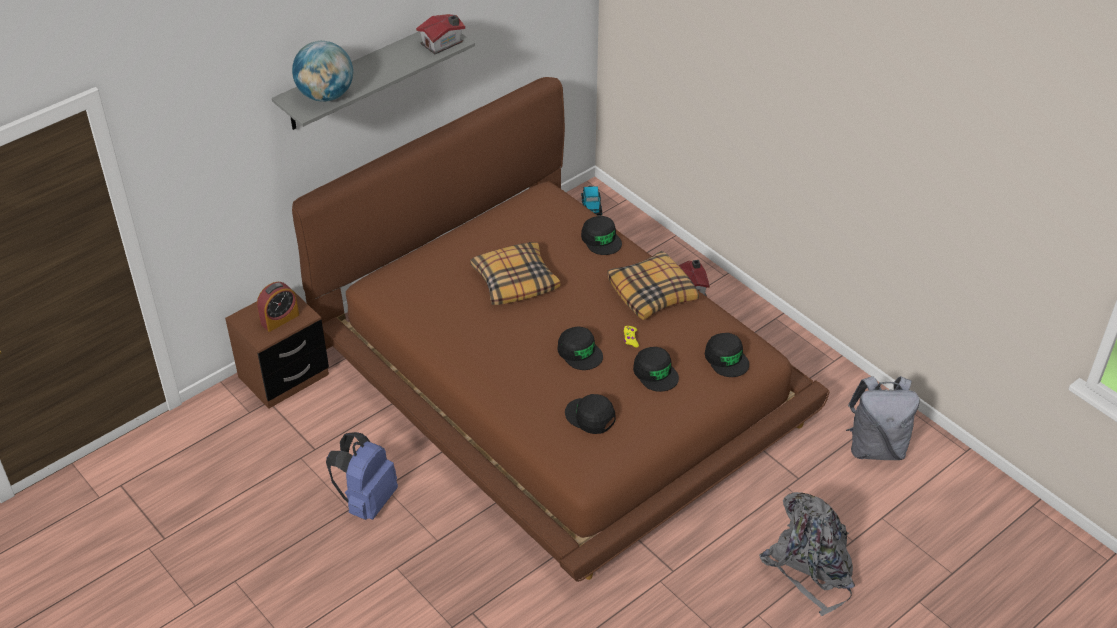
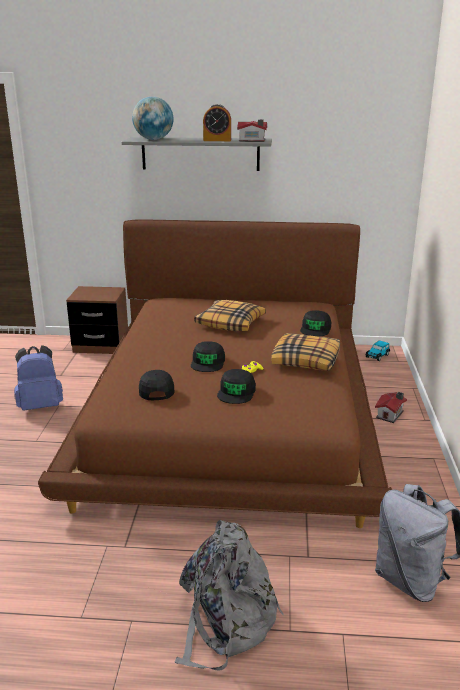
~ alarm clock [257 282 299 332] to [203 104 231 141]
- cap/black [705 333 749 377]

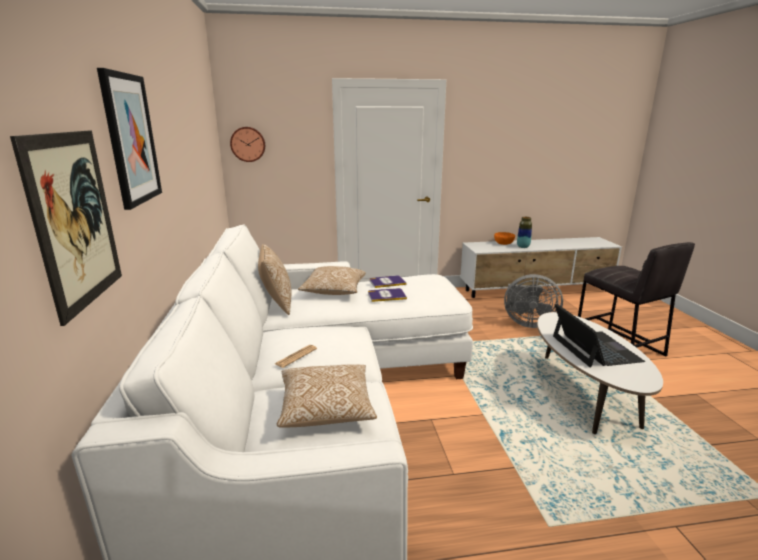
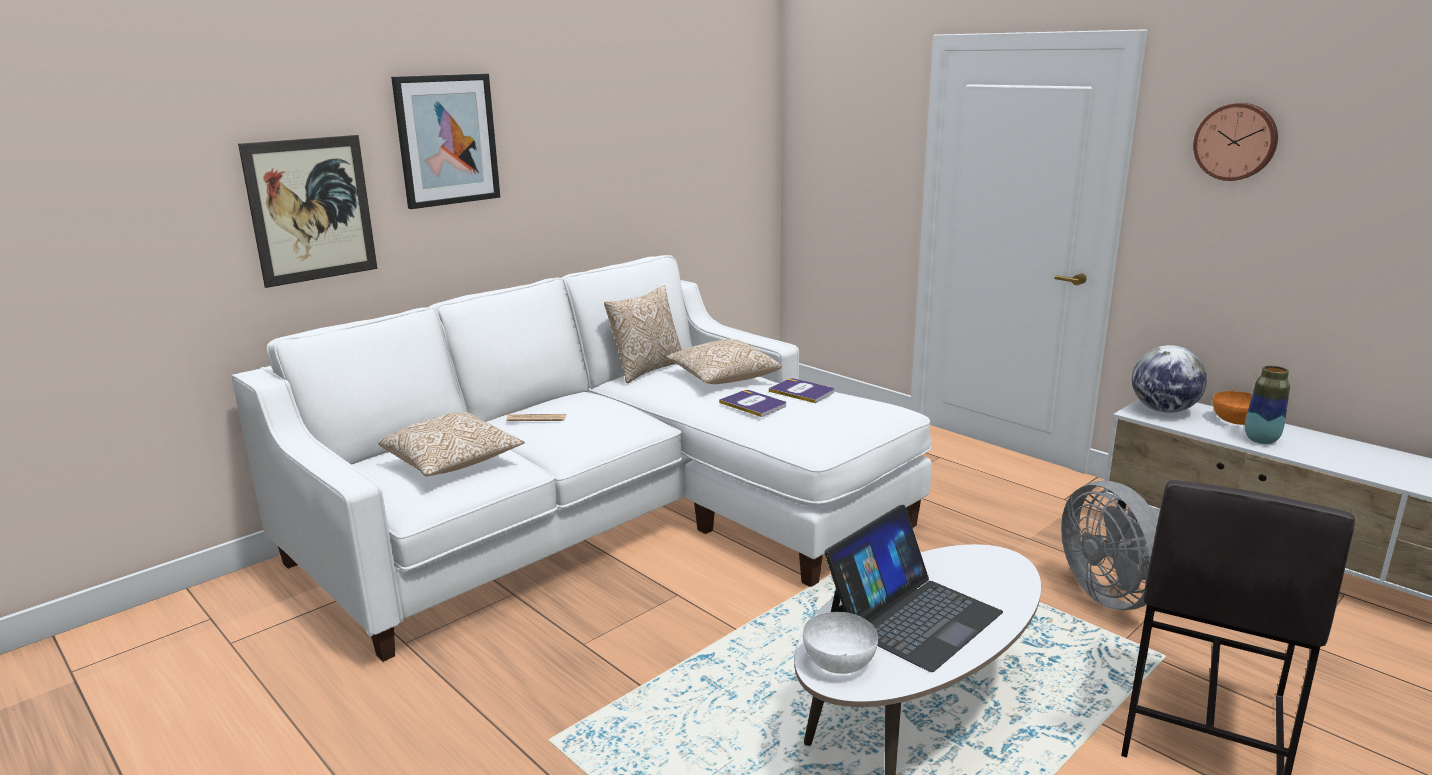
+ serving bowl/white [803 612 878 674]
+ globe [1132 345 1207 413]
~ hanging clock [230 127 265 162] to [1193 103 1278 181]

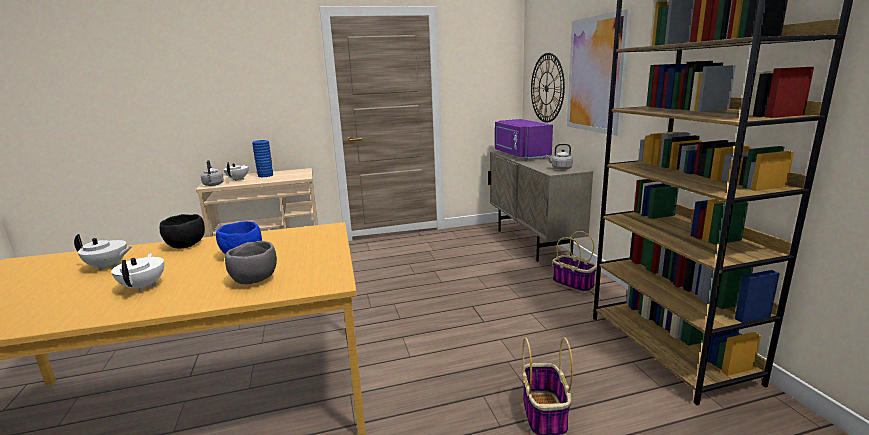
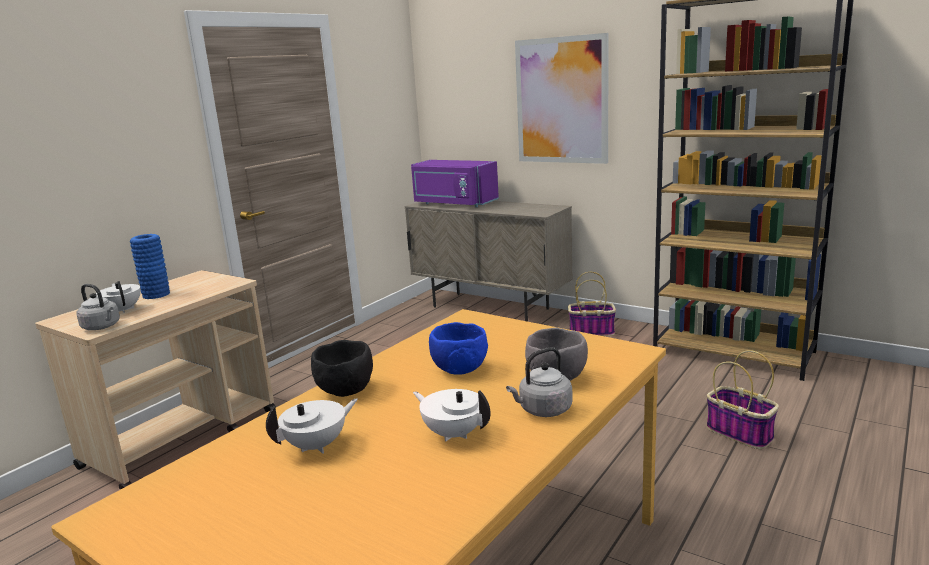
~ tea kettle/gray [546 144 573 170] to [506 347 573 417]
- hanging clock [531 53 565 123]

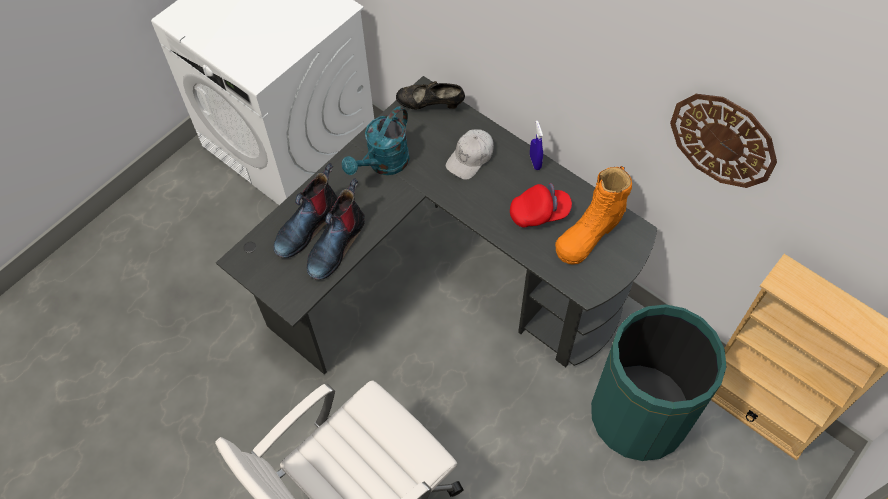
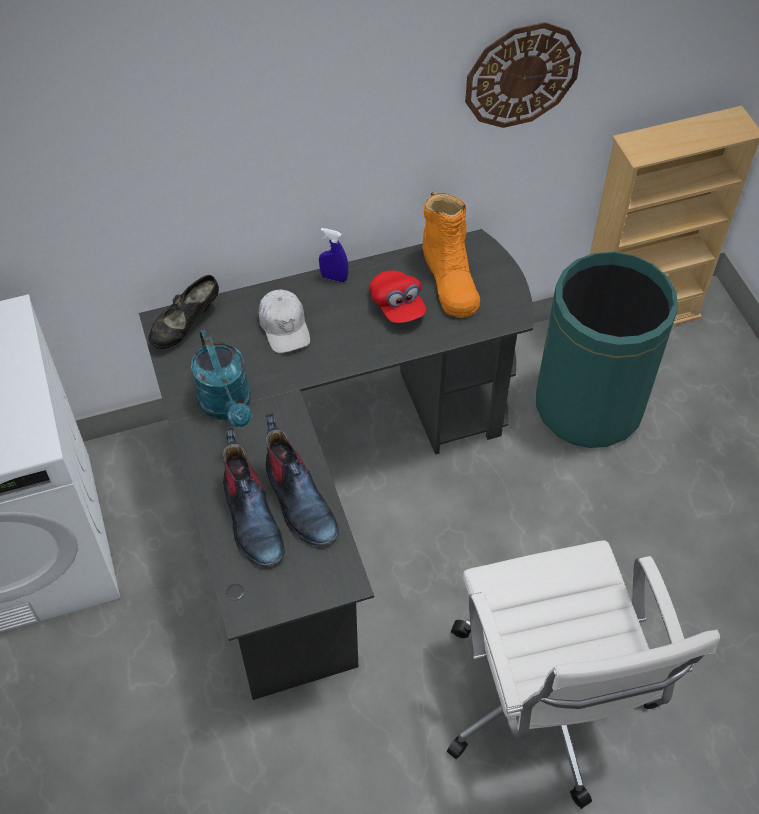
~ cap/red-coloured [510 183 572 228] = [369 270 427 323] 135 degrees clockwise

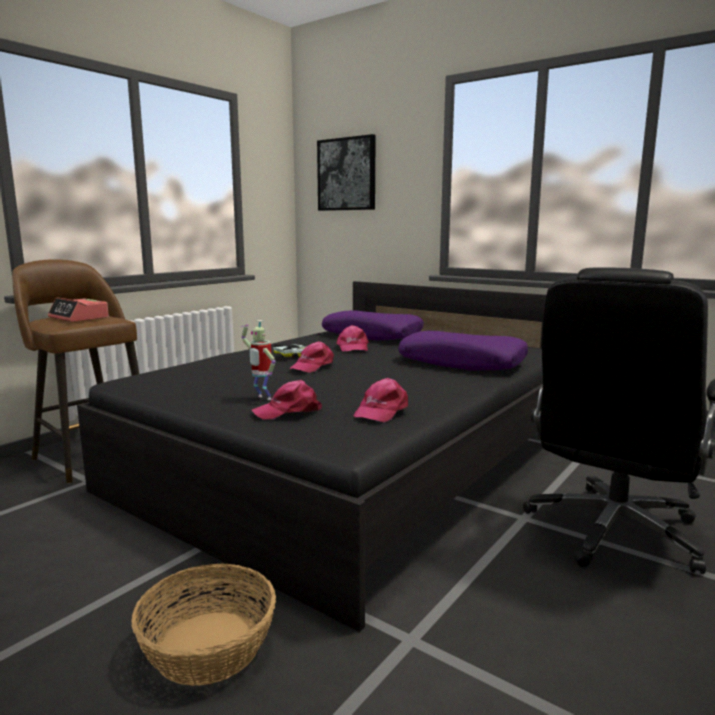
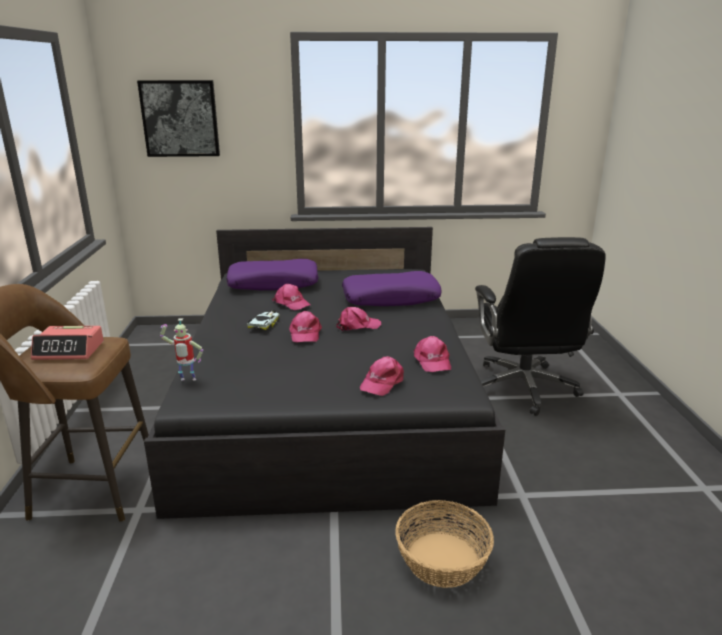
~ robot figure [241 320 276 400] to [160 319 203 381]
+ cap/pink-coloured [336 307 381 331]

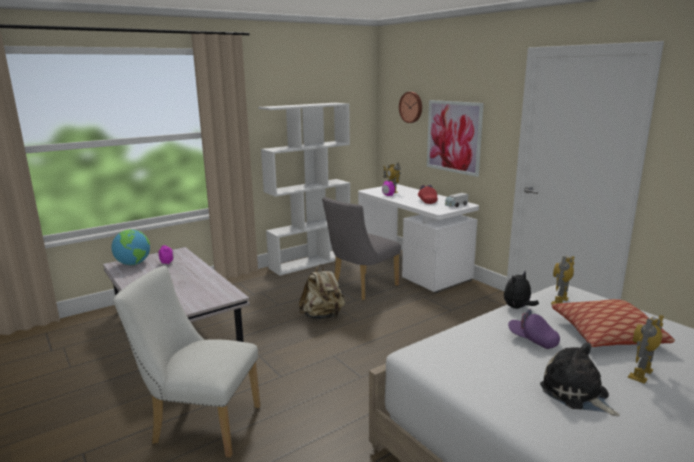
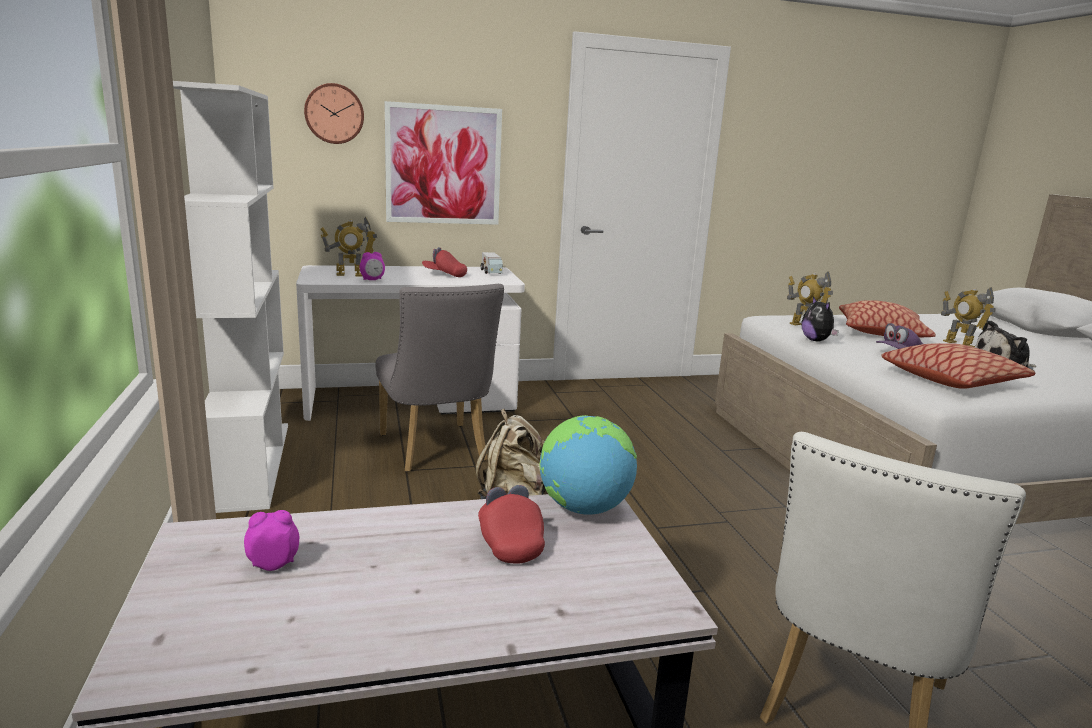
+ cap/red-coloured [478 485 545 564]
~ globe [111 229 150 265] to [539 415 637 515]
+ throw pillow [881 343 1035 389]

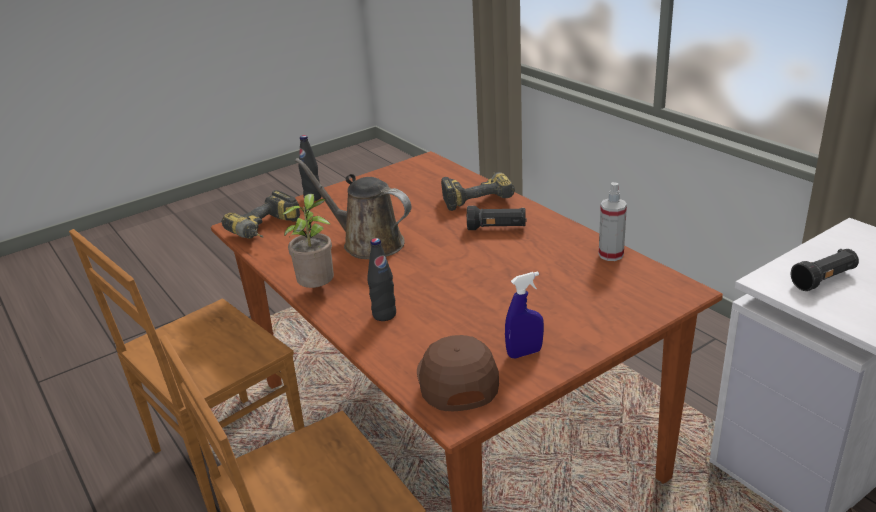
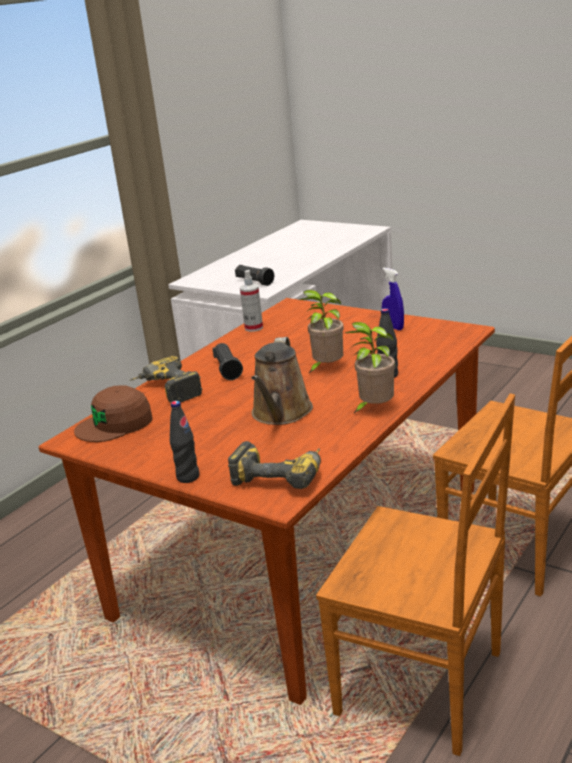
~ cap/brown-coloured [417 335 499 411] to [74 385 153 442]
+ houseplant [299 290 344 373]

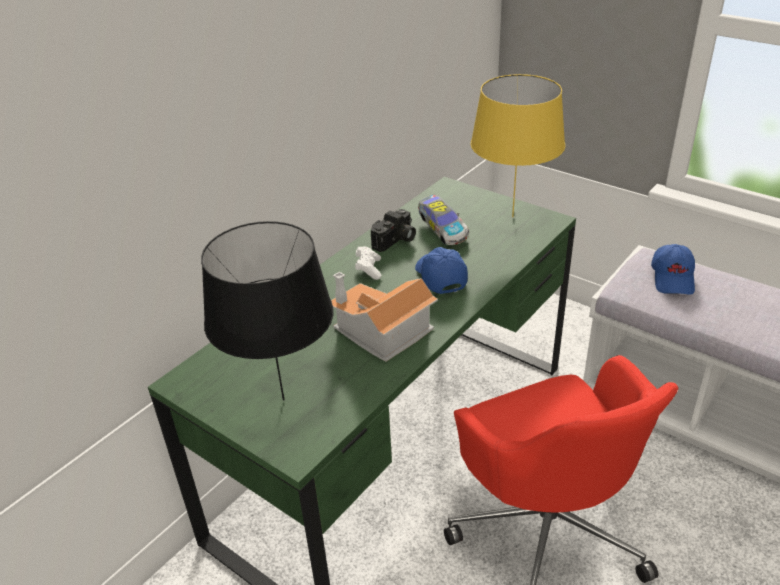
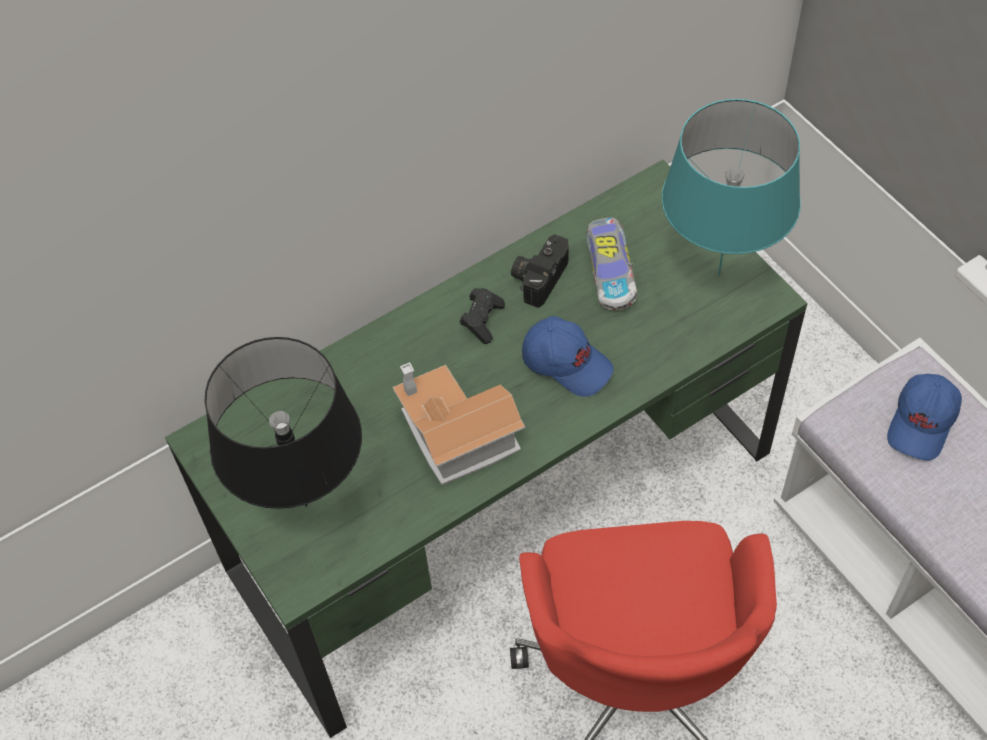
~ game controller/white [355 246 381 280] to game controller/black [460 288 505 344]
~ photo camera [371 209 416 252] = [511 234 569 308] 150 degrees clockwise
~ cap/blue-coloured [415 247 468 294] = [522 316 613 397] 120 degrees clockwise
~ tabletop lamp/yellowish [471 74 565 217] to tabletop lamp/turquoise-coloured [662 99 801 276]

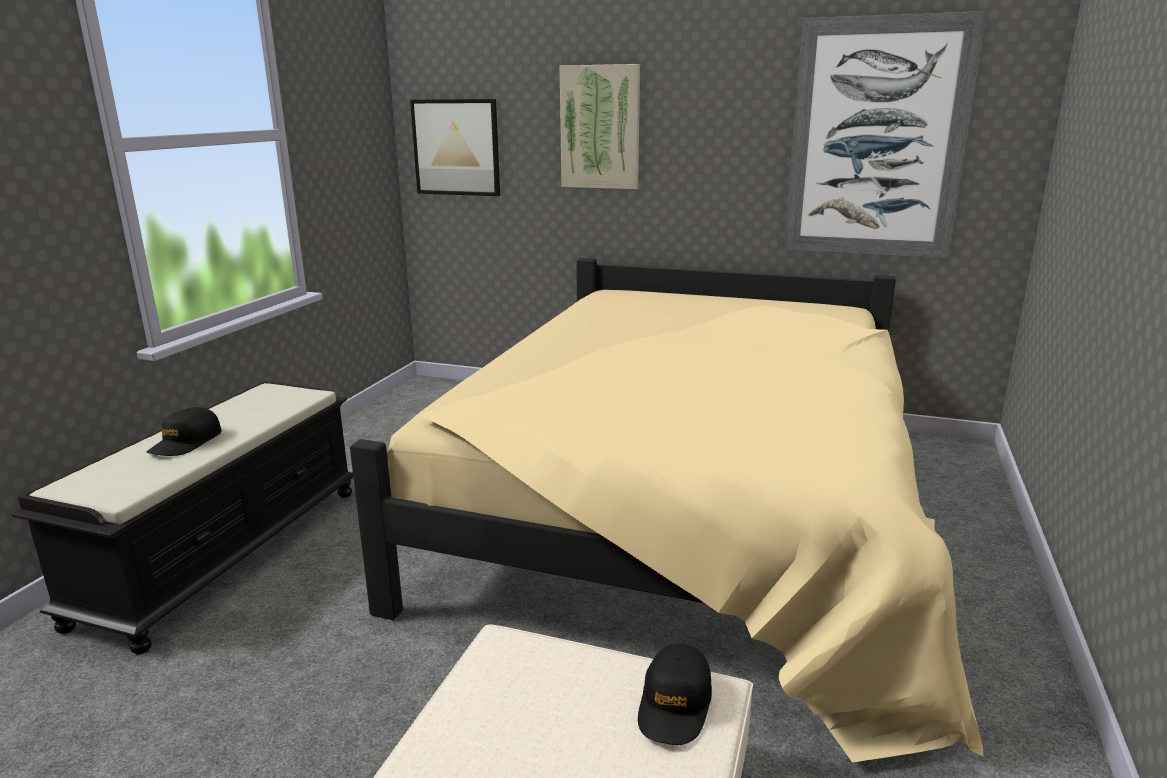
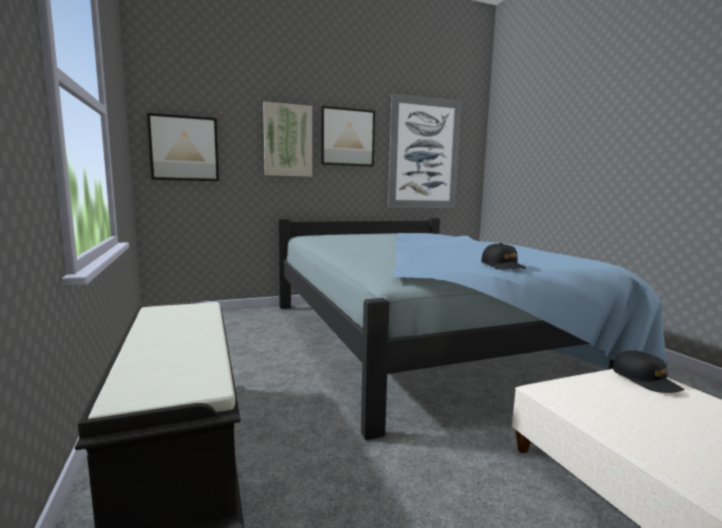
~ bed/beige [350 258 983 763] to bed/blue-coloured [278 218 668 440]
+ wall art [321 106 375 167]
~ cap/black [147 407 222 456] to [481 243 526 270]

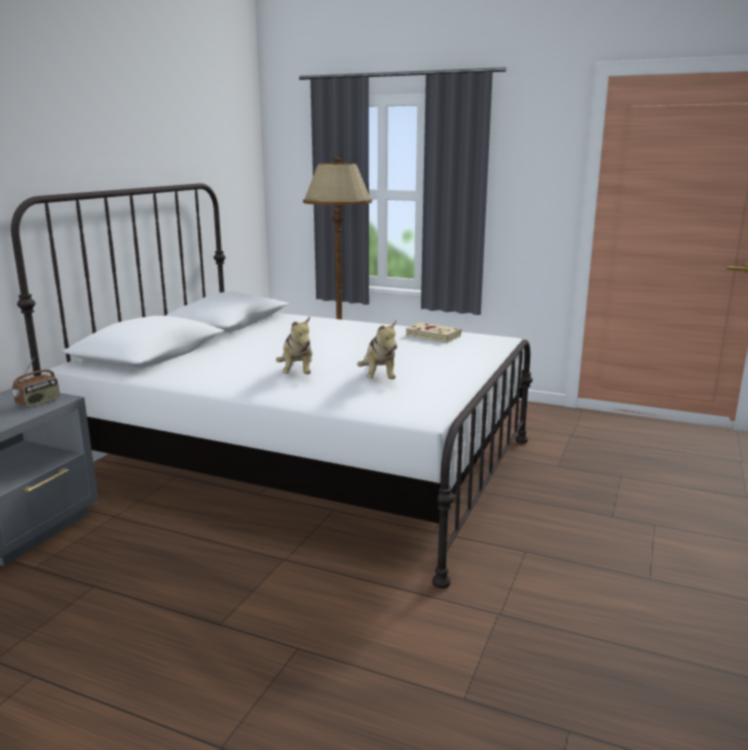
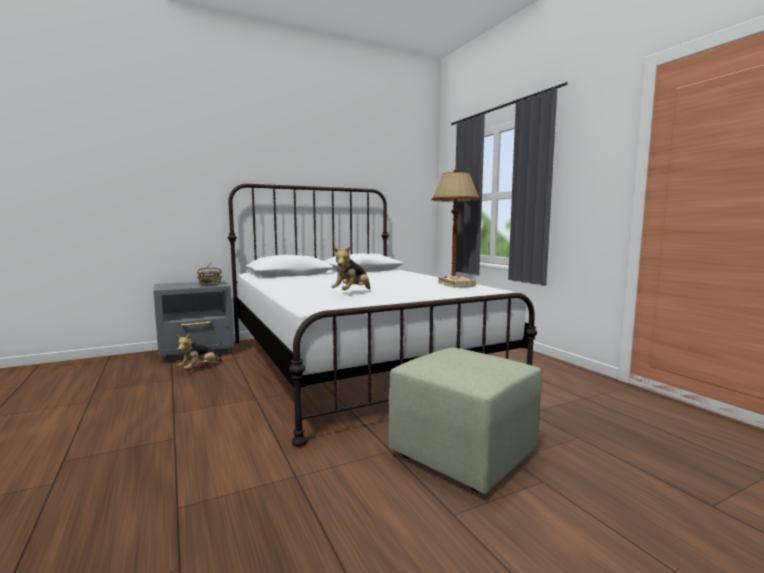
~ plush toy [276 317 312 374] to [177 334 221 369]
+ footrest/green [389 347 542 494]

